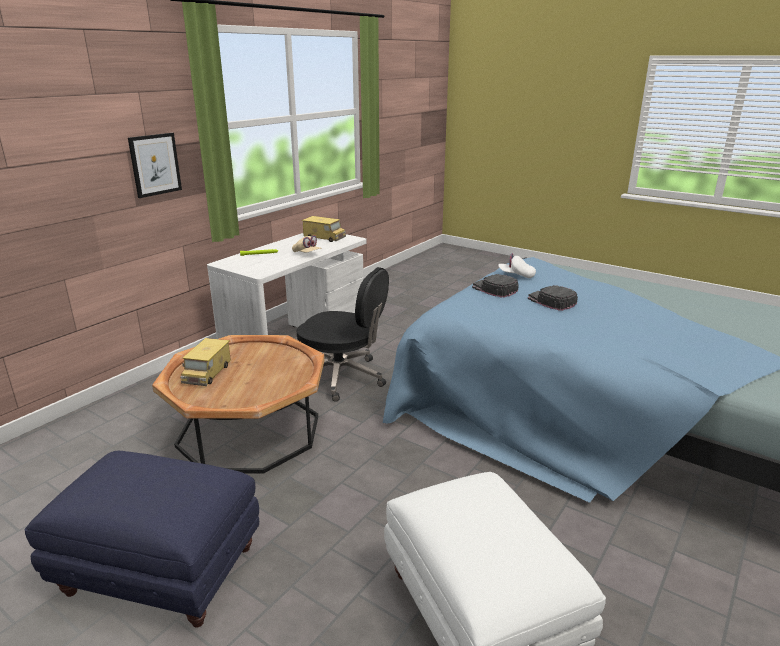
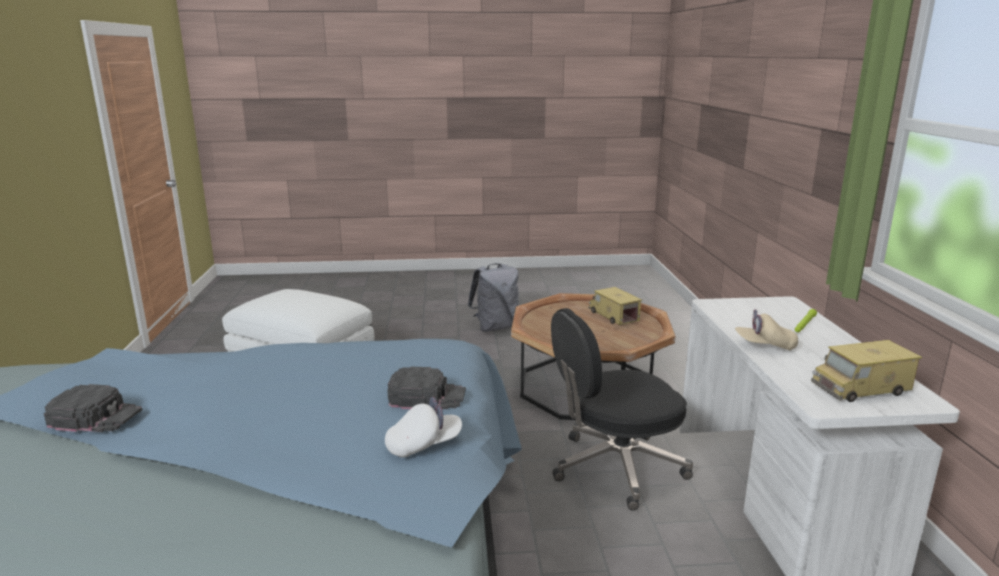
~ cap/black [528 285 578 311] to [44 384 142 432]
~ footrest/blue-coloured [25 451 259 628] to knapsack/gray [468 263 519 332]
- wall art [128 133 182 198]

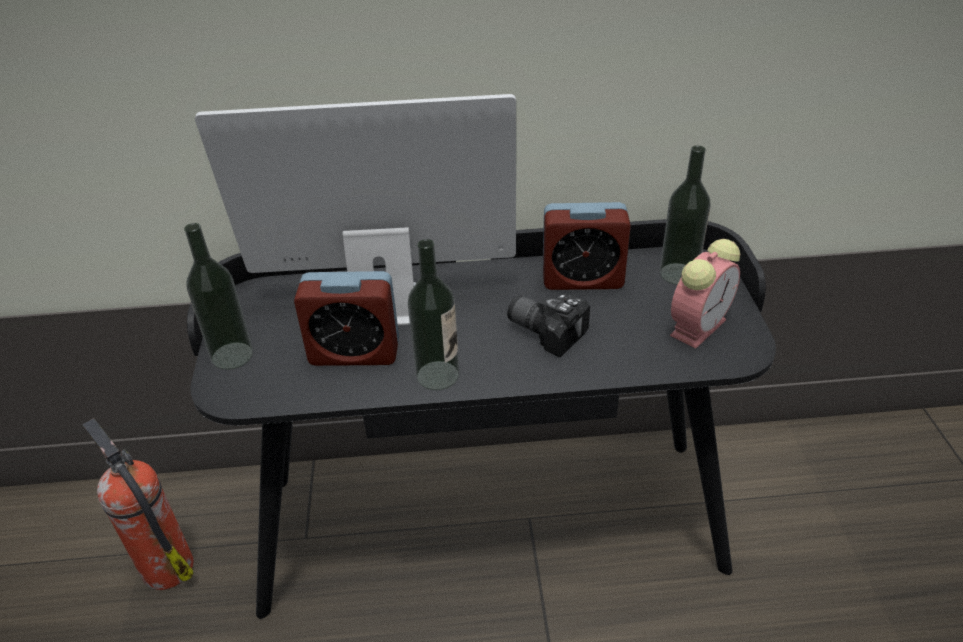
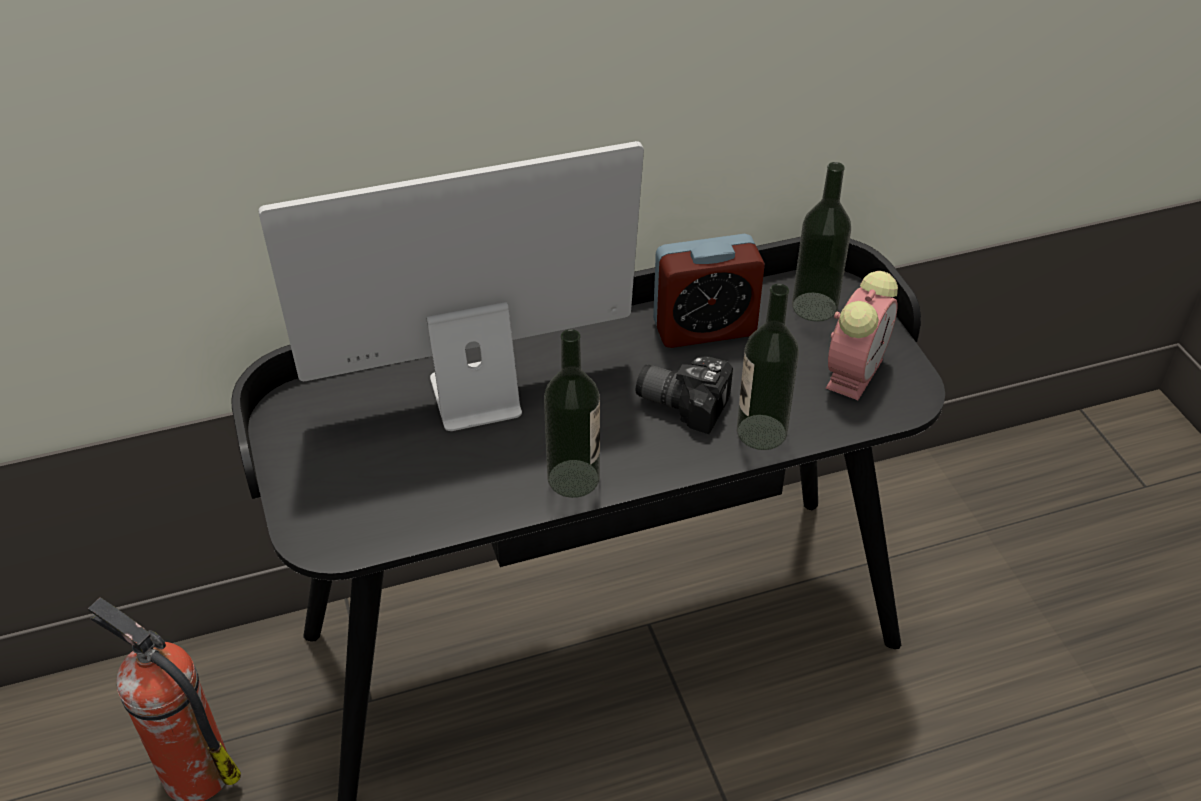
~ beverage bottle [184 223 253 370] to [737 284 799 450]
- alarm clock [294 271 399 366]

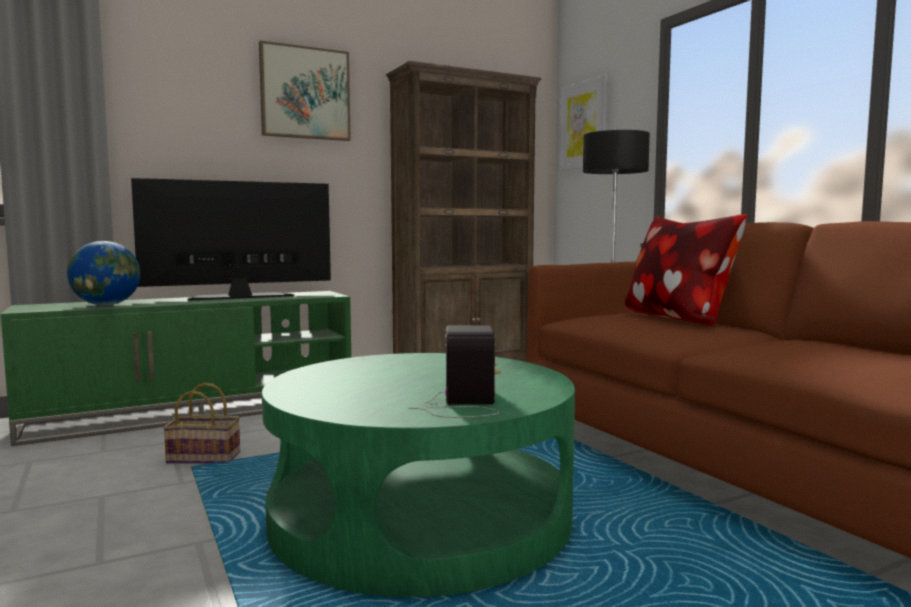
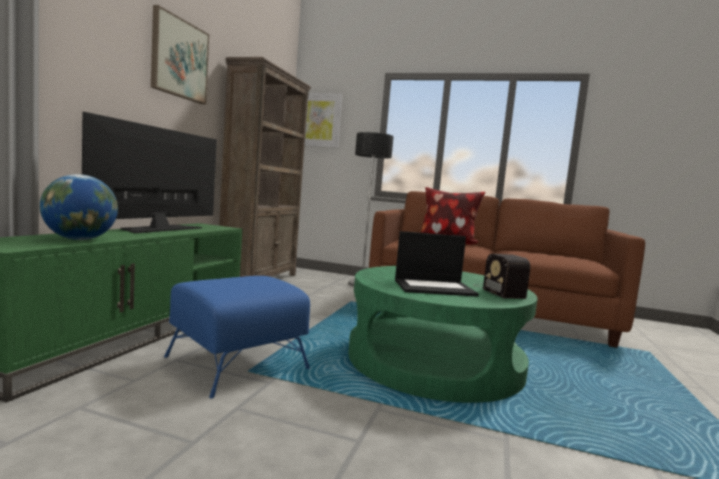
~ storage basket [163 383 240 464] to footrest/blue-coloured [164 276 310 398]
+ laptop [395 231 479 297]
~ radio [408 326 501 418] = [474 254 530 299] 150 degrees counterclockwise

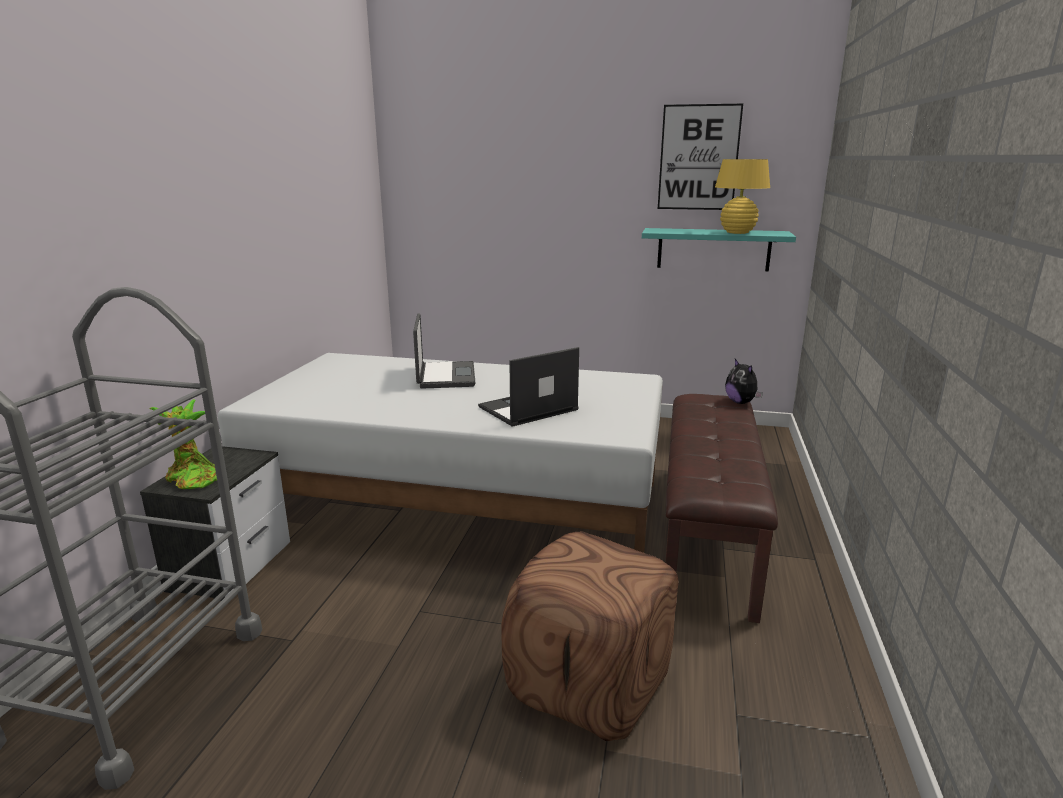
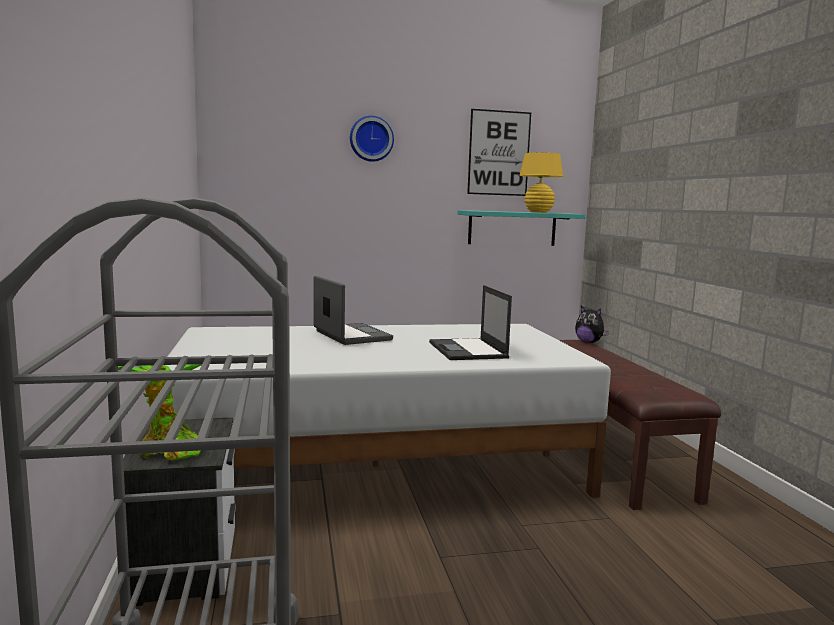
+ hanging clock [350 116 394 162]
~ laptop [478 347 579 427] = [429 285 512 360] 45 degrees counterclockwise
- footrest/brown-coloured [502 531 679 741]

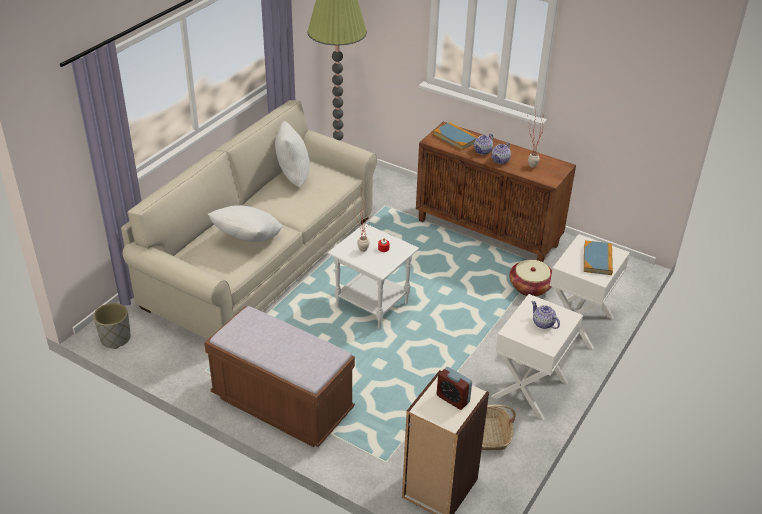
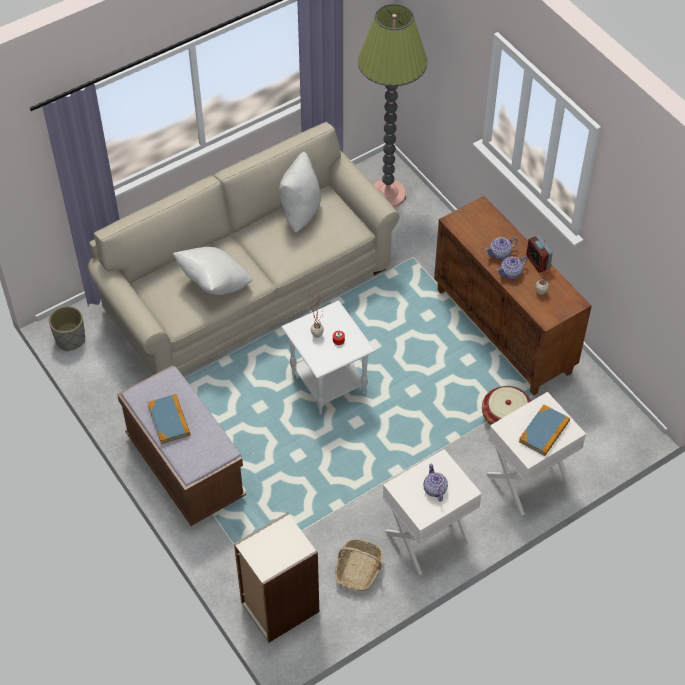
~ volume [434 122 478 150] to [148 394 190 444]
~ alarm clock [437 367 472 410] to [526 235 553 273]

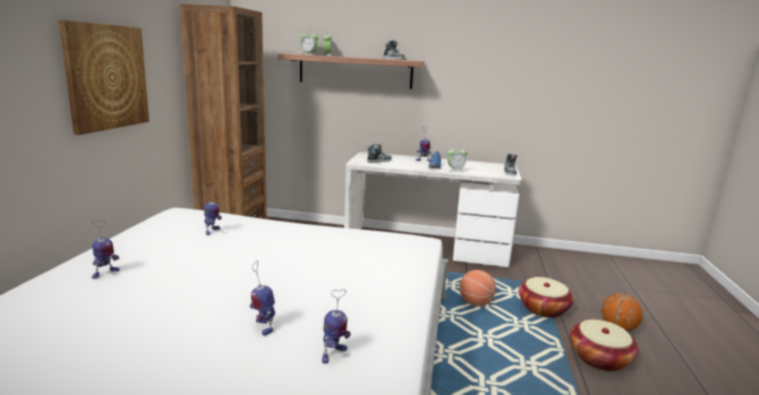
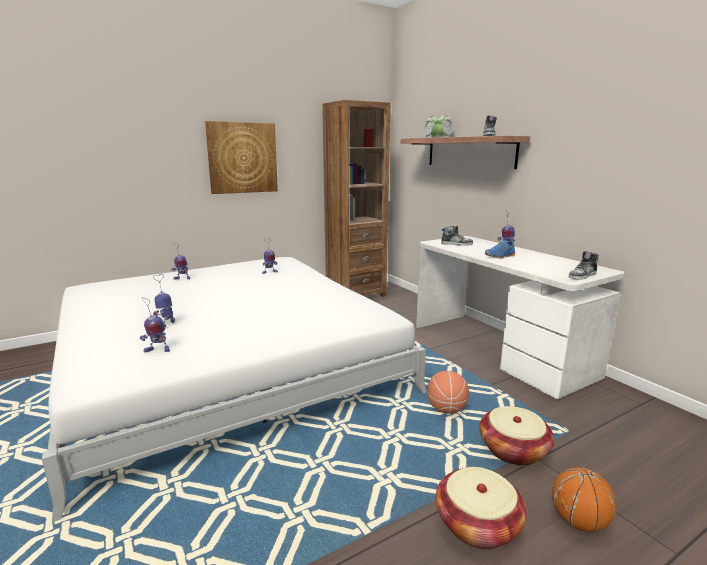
- alarm clock [447 149 467 172]

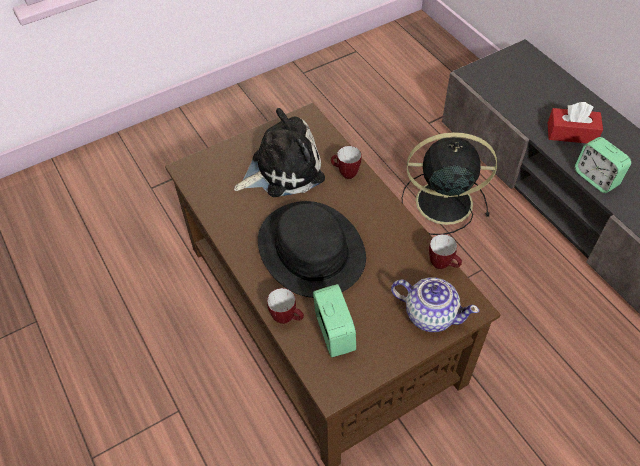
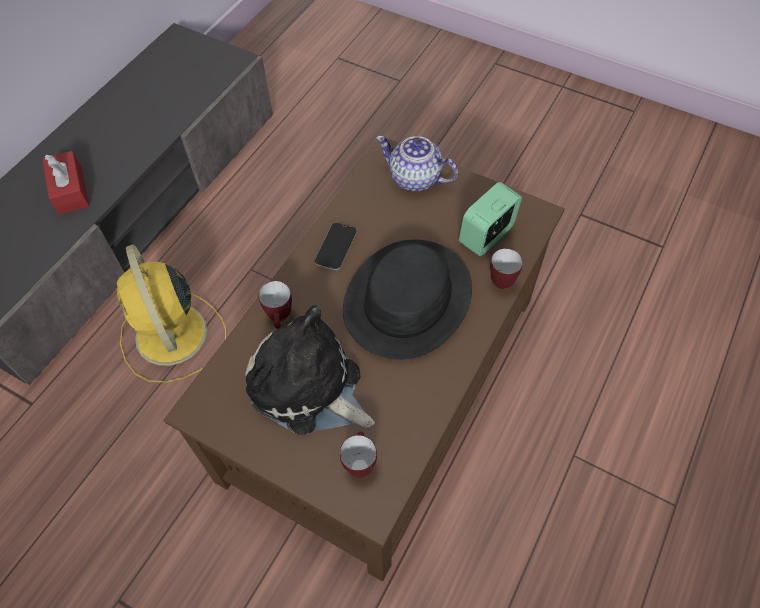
~ cooling fan/black [402 132 497 235] to cooling fan/yellowish [117 244 226 383]
+ phone [315 223 357 270]
~ mug [429 234 462 269] to [340 431 377 478]
~ teapot [391 277 479 332] = [376 135 458 191] 60 degrees counterclockwise
- alarm clock [575 137 631 193]

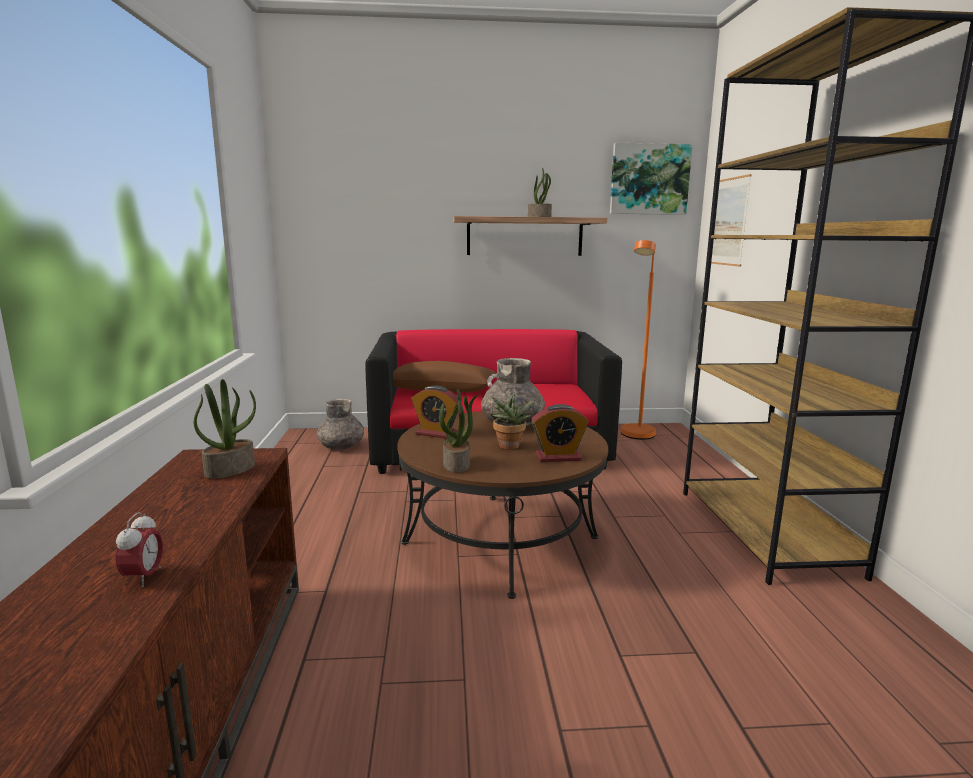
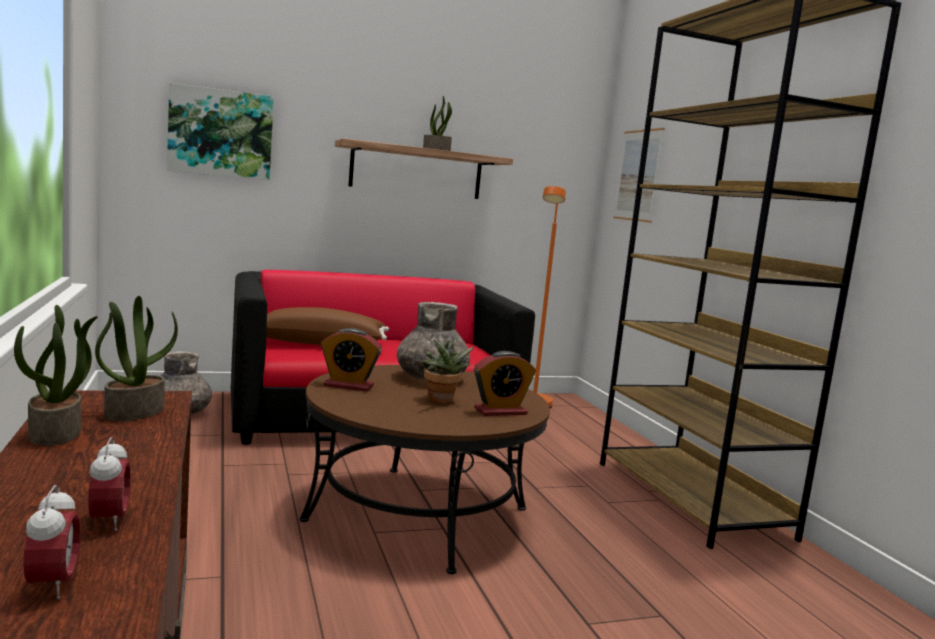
~ houseplant [439 389 479 473] to [14 305 98 446]
+ alarm clock [23 485 81 599]
~ wall art [610 143 693 215] to [167 83 274 180]

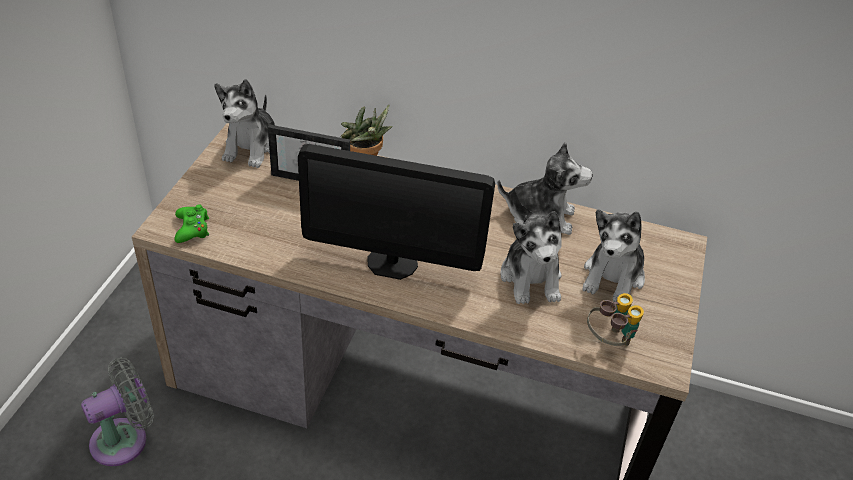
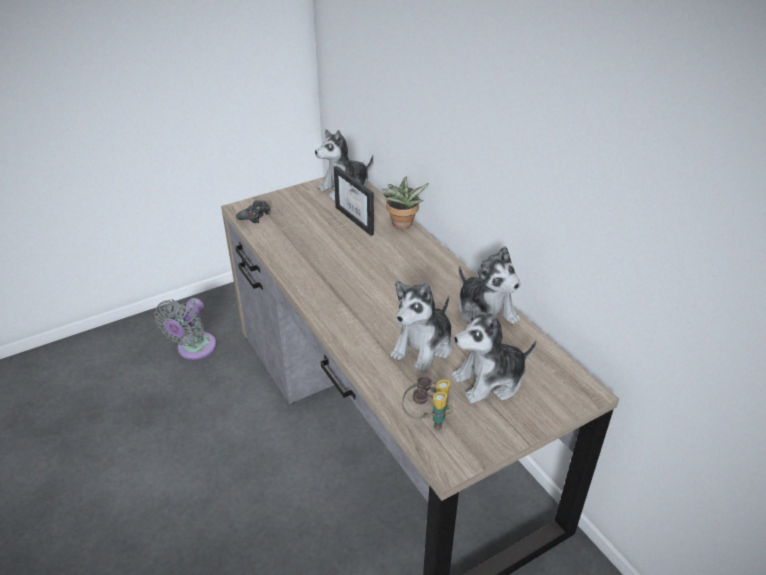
~ cooling fan/gray [81 358 154 466] = [154 298 217 360] 105 degrees clockwise
~ game controller/green [175 204 209 243] to game controller/black [236 200 270 223]
- computer screen [298 144 495 280]

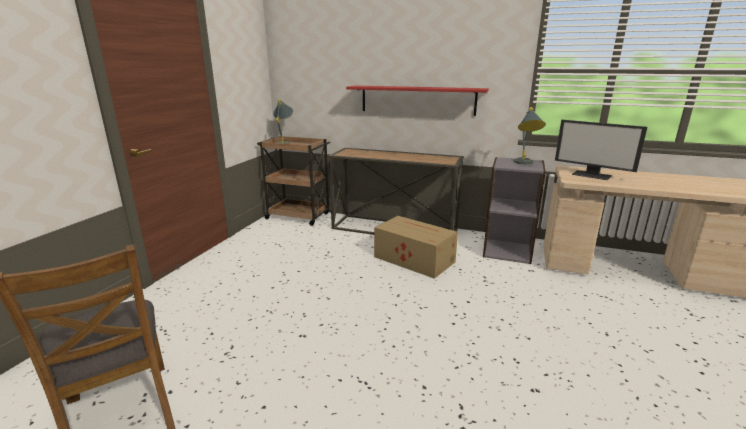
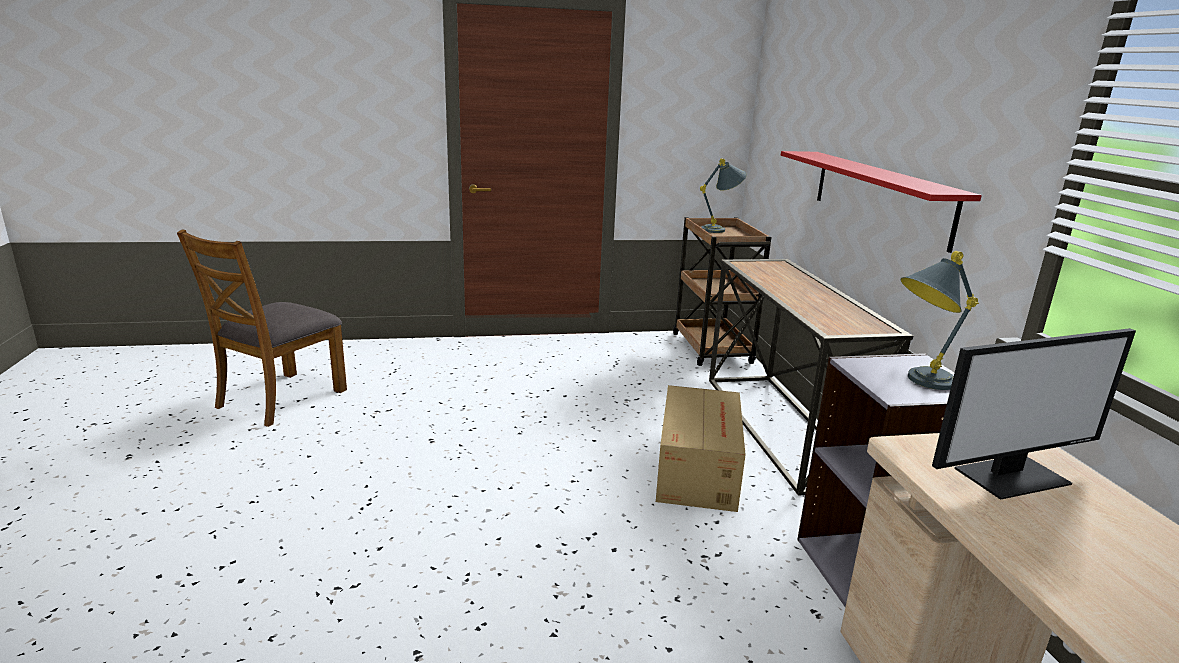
~ computer screen [555 120 647 180] = [932 328 1136 500] 120 degrees counterclockwise

